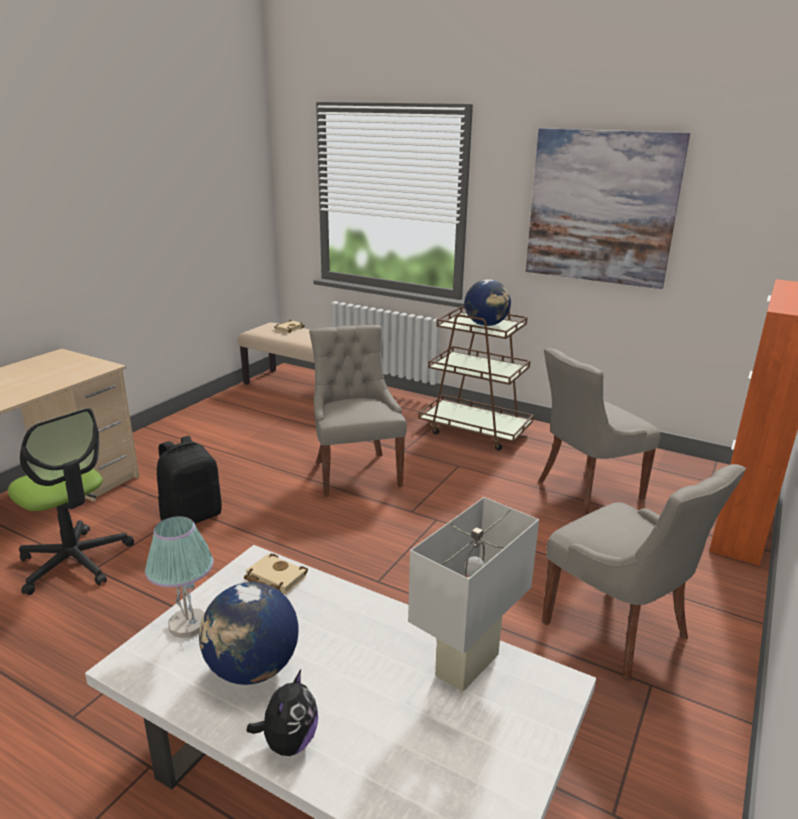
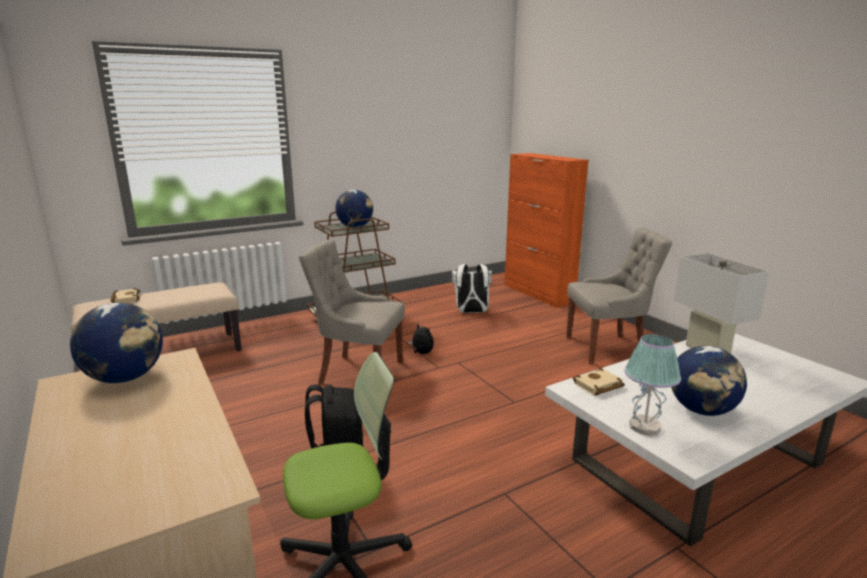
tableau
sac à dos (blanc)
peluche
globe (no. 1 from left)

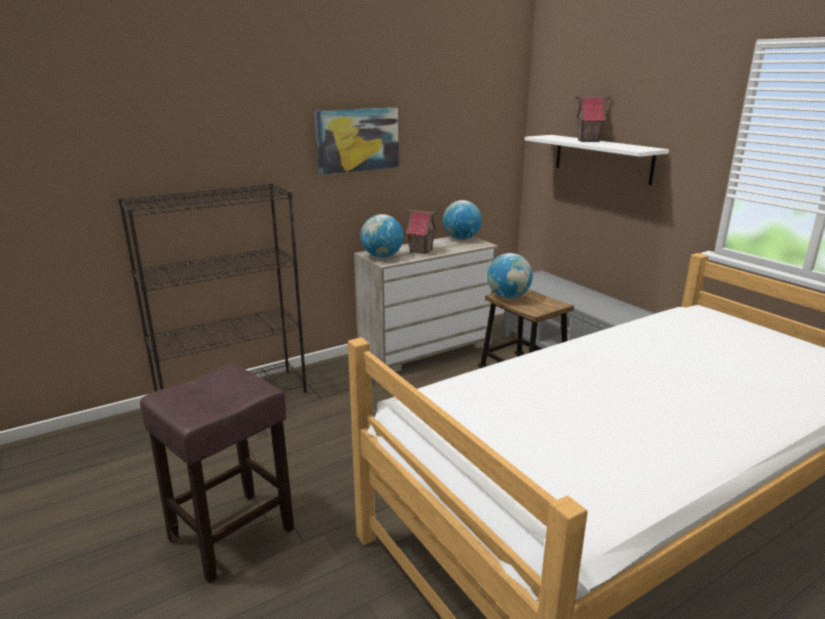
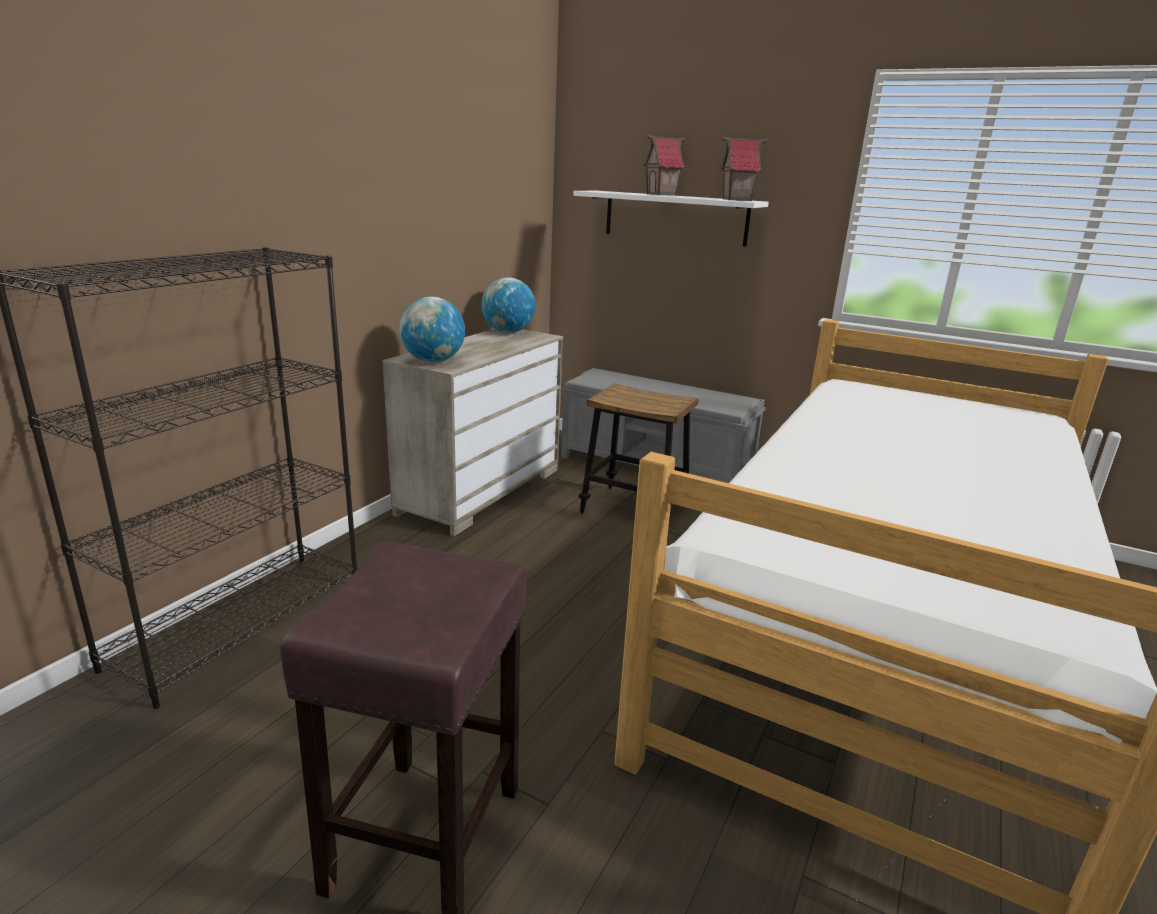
tableau
maison miniature (no. 2 from left)
globe (no. 3 from left in the first image)

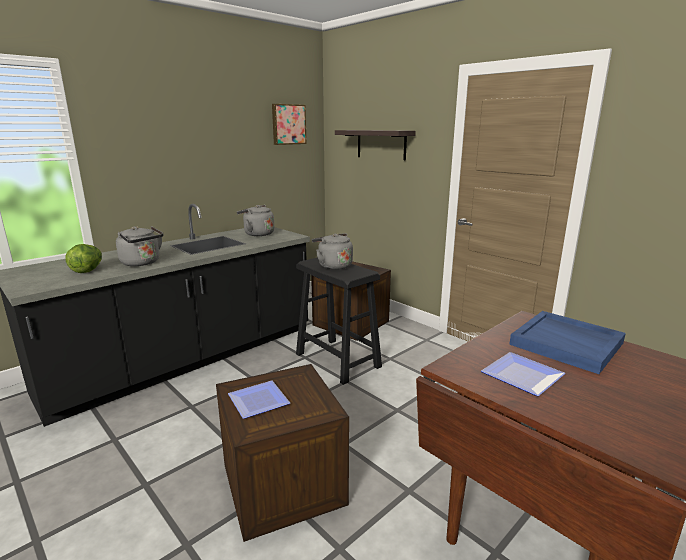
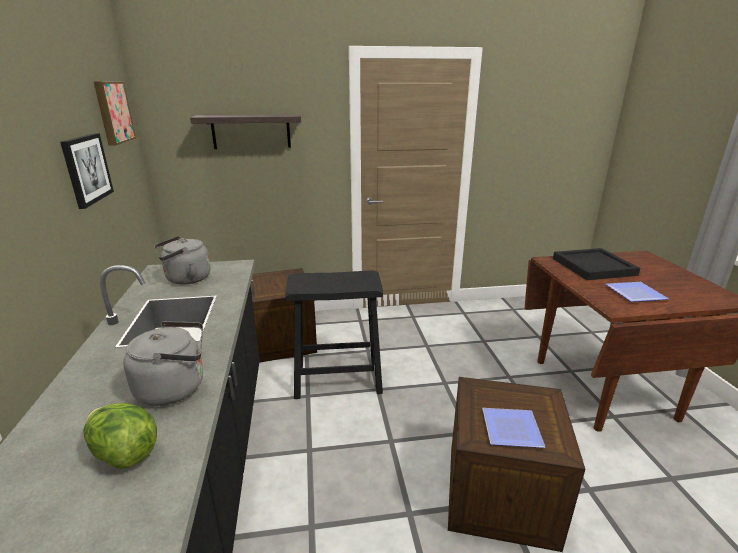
bouilloire (gris) (no. 3 from left in the first image)
plateau (noir)
tableau (no. 1 from left)

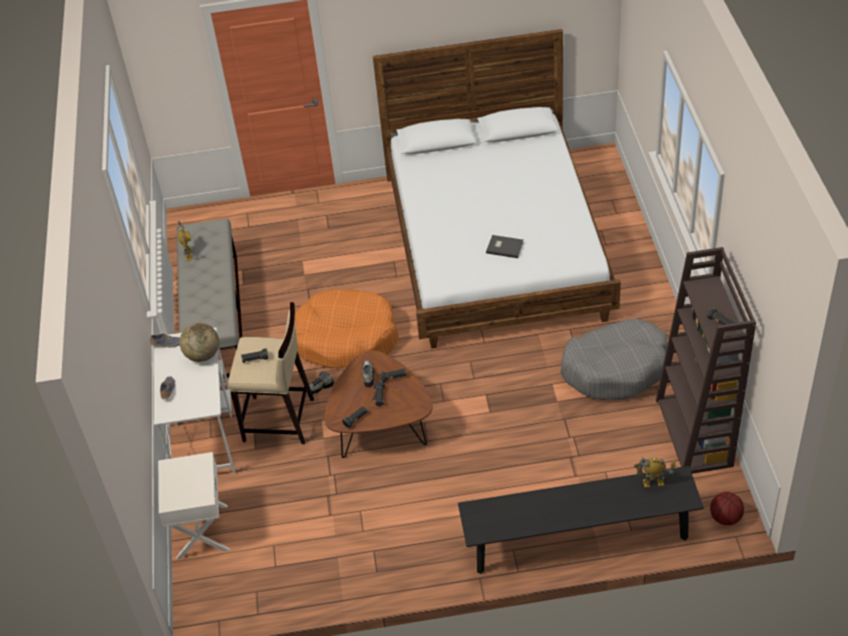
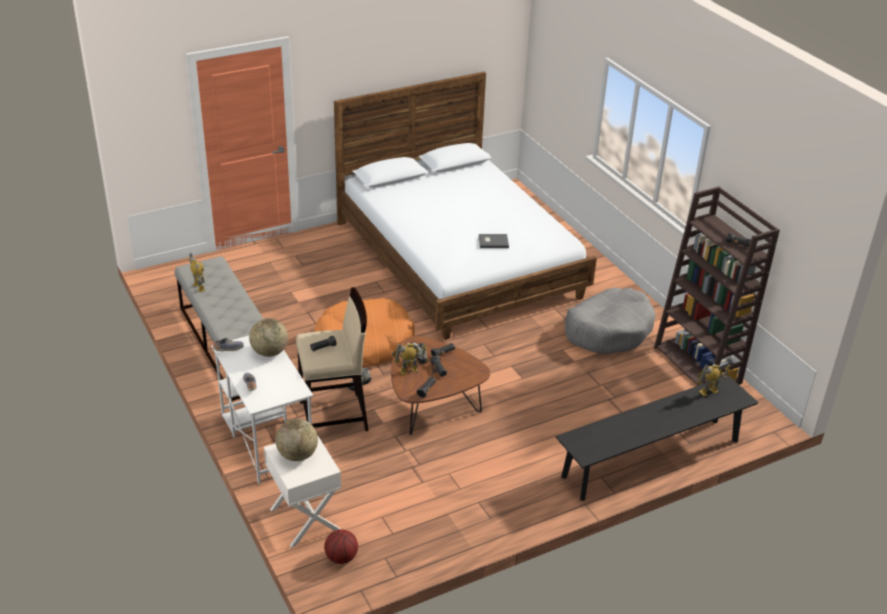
ballon de basket
robot jouet (no. 2 from left)
globe (no. 2 from left)

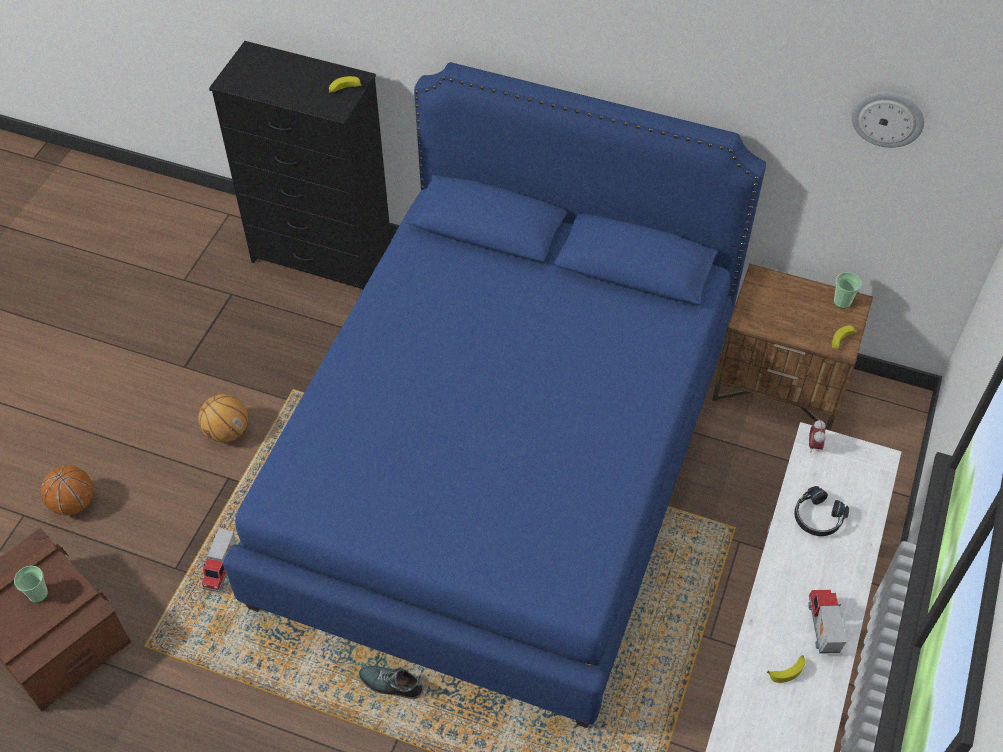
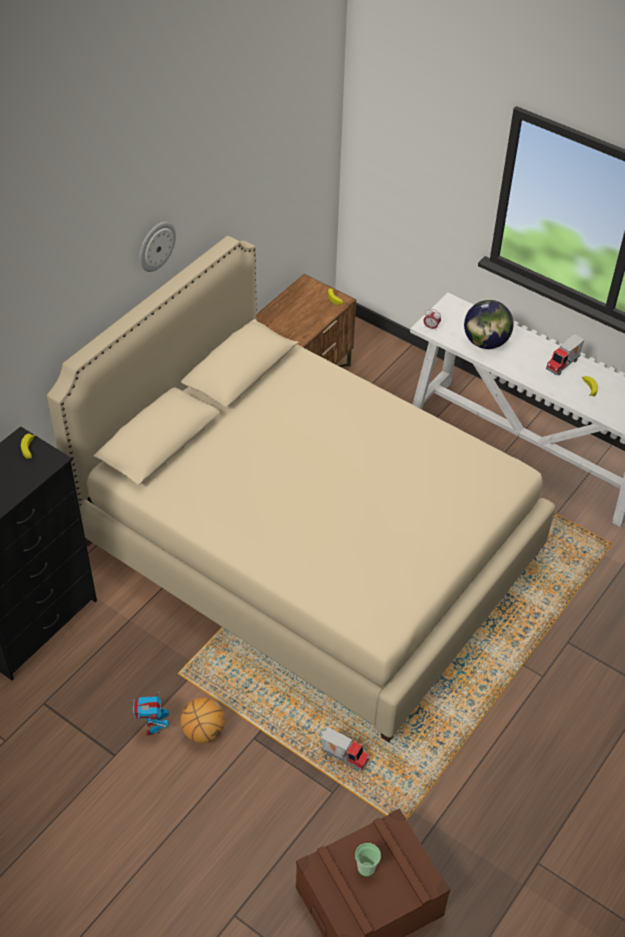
lit (beige)
horloge murale
tasse (no. 2 from left in the first image)
ballon de basket (no. 1 from left in the first image)
globe
camion jouet (no. 2 from left)
chaussure
robot jouet

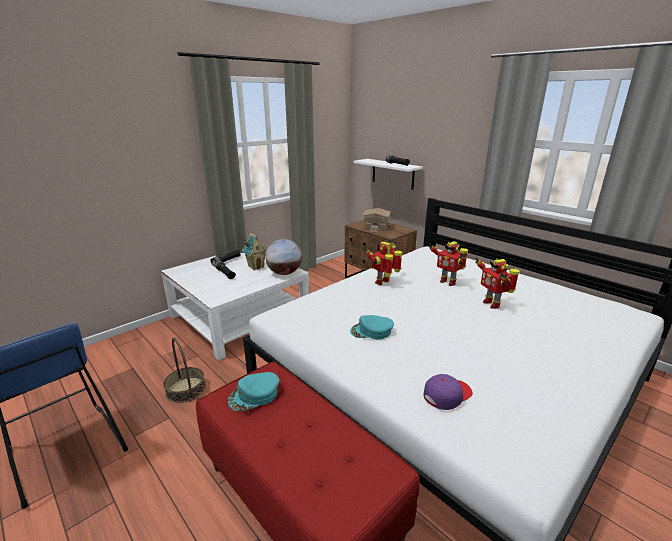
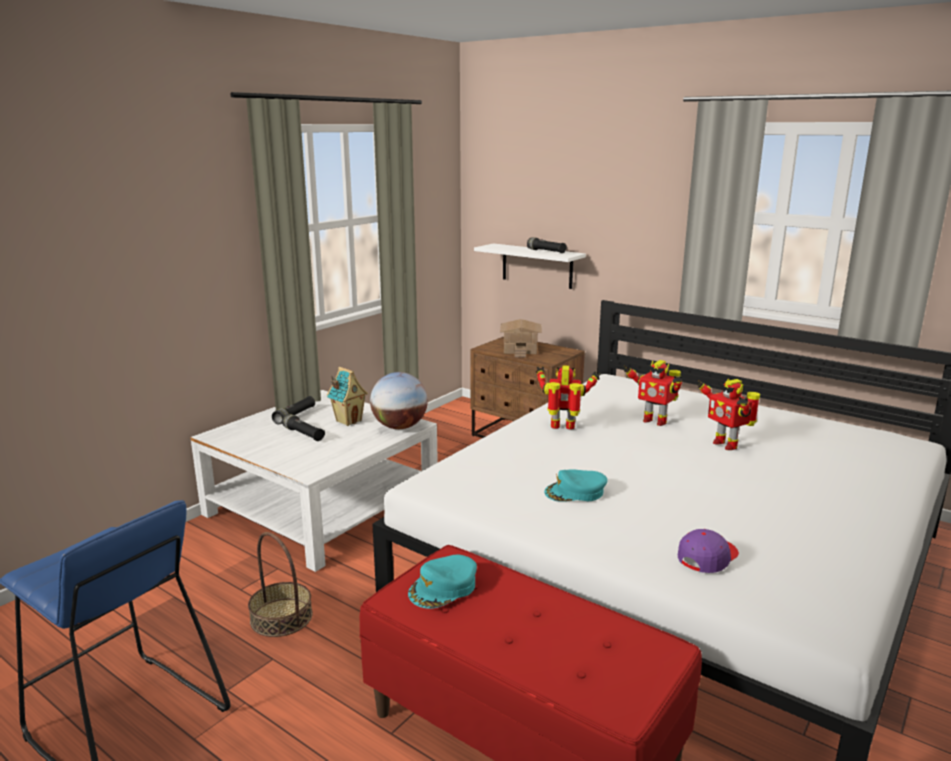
robot jouet (no. 1 from left)

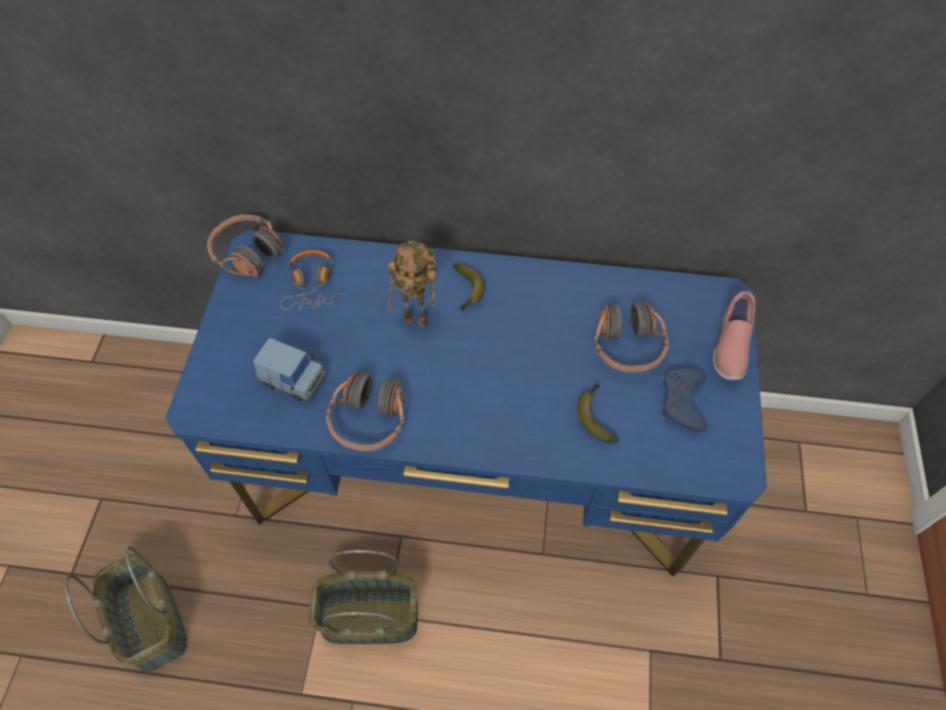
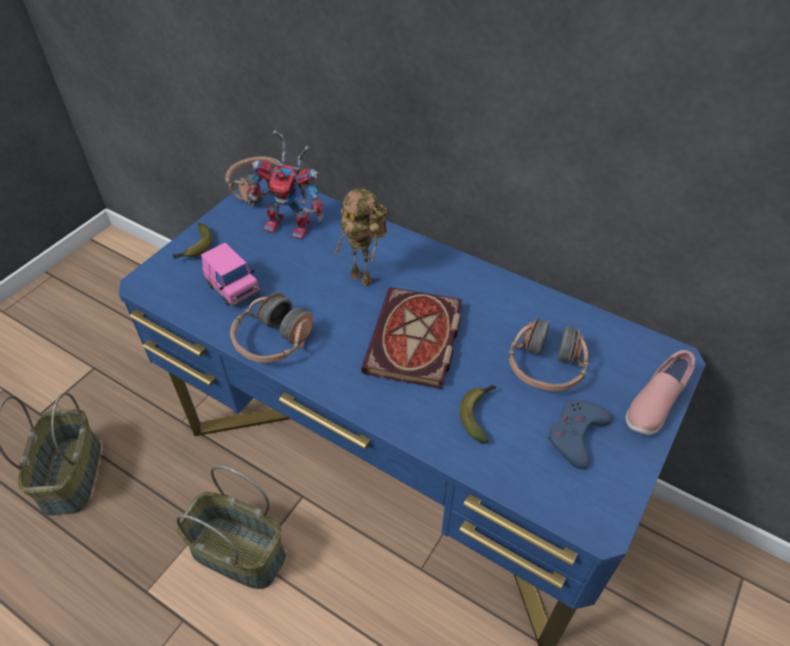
robot jouet (no. 1 from left)
banane (no. 1 from left)
petite voiture (rose)
livre

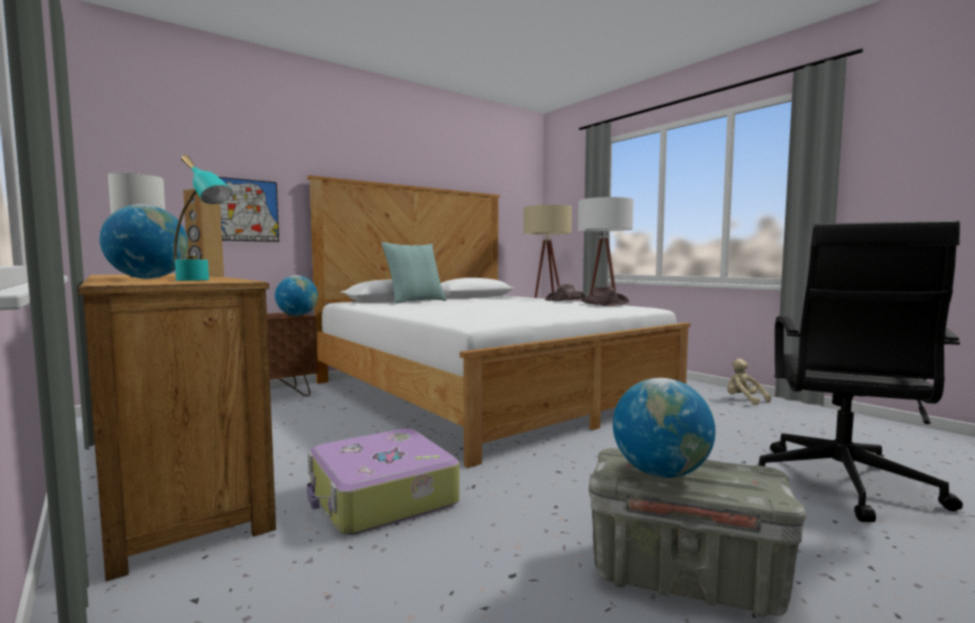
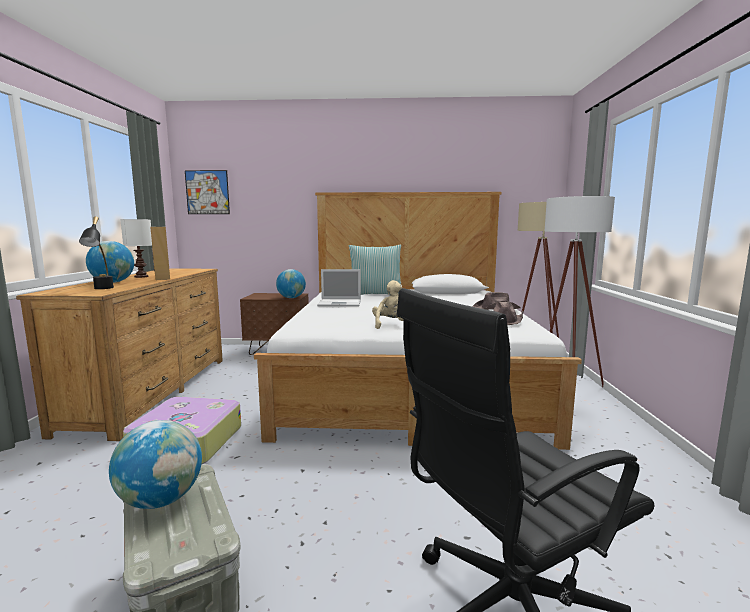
lampe de table (noir)
tableau
peluche (beige)
ordinateur portable

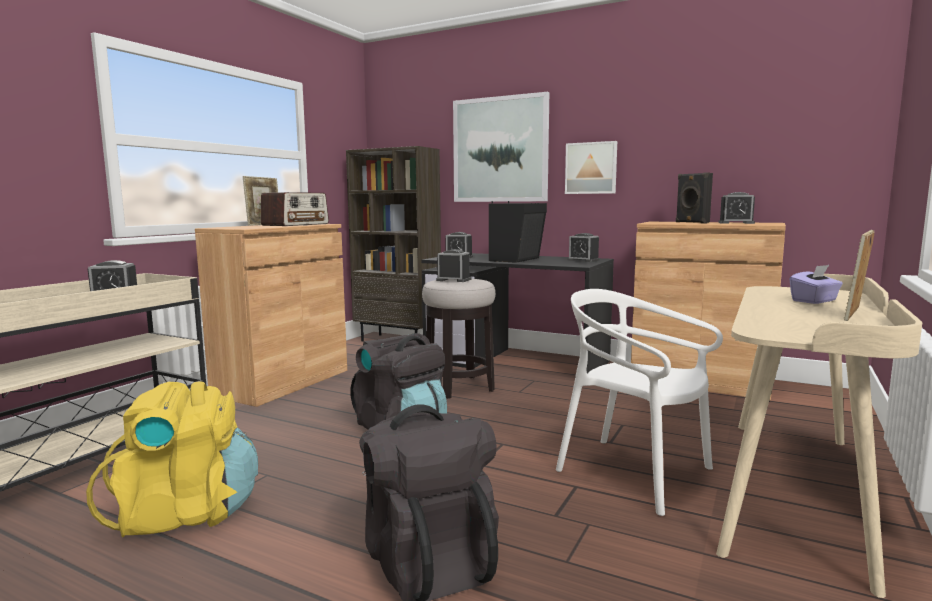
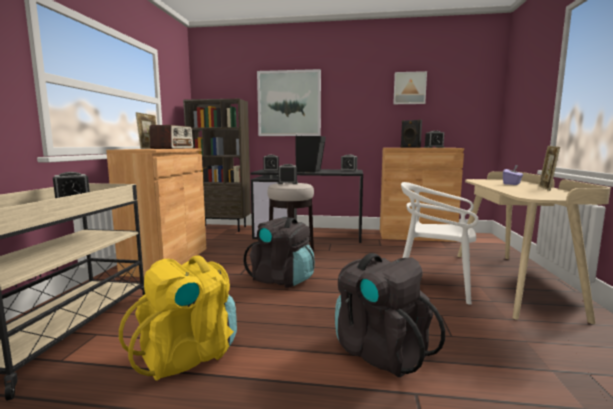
tableau (no. 2 from left)

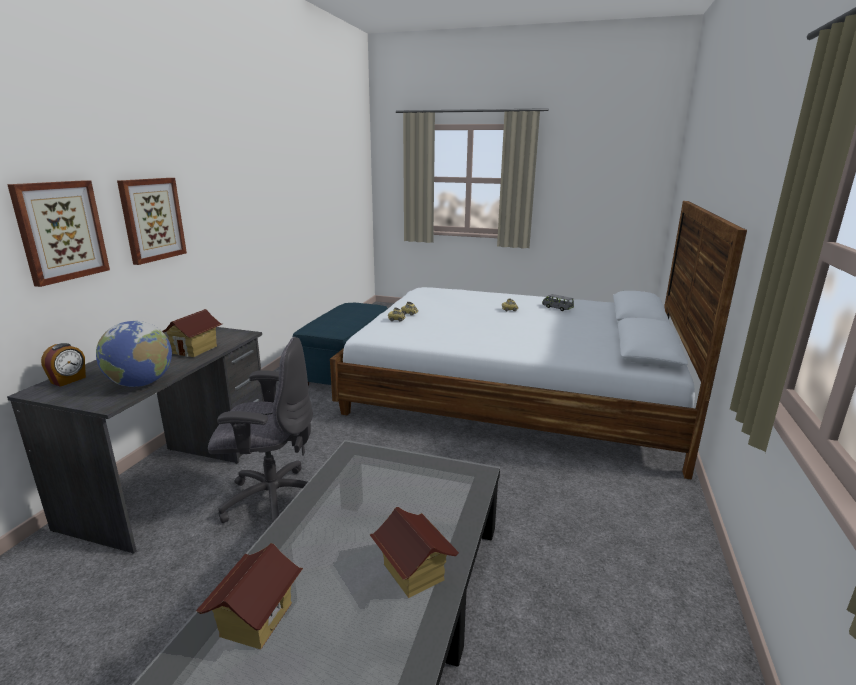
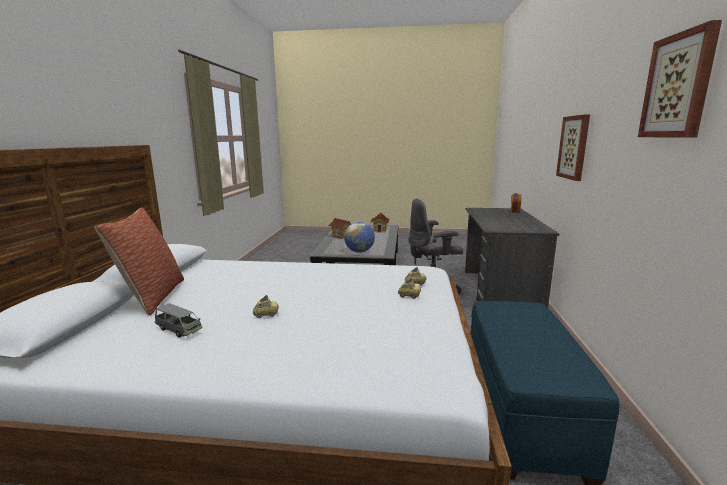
tableau (no. 2 from left)
maison miniature (no. 1 from left in the first image)
globe
coussin

